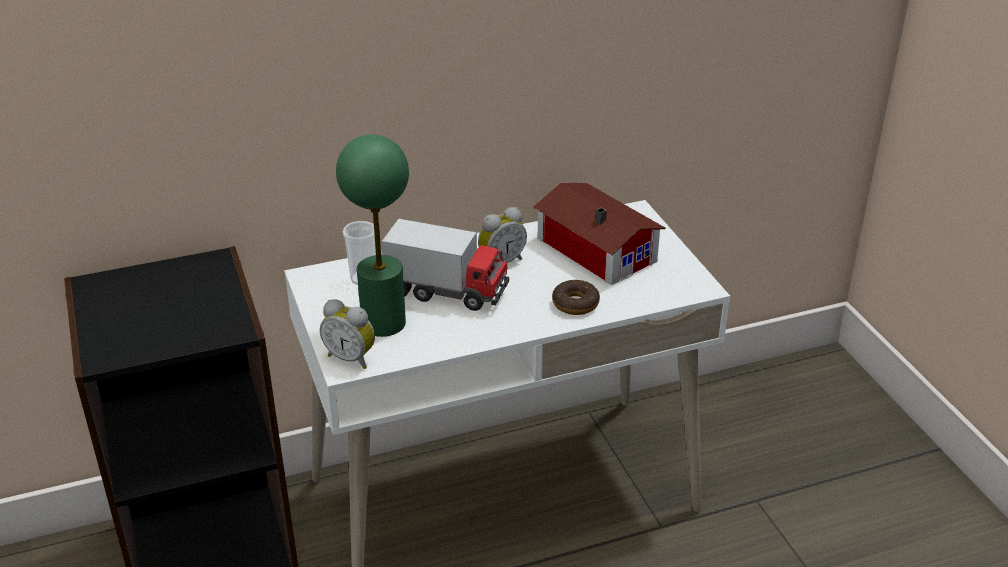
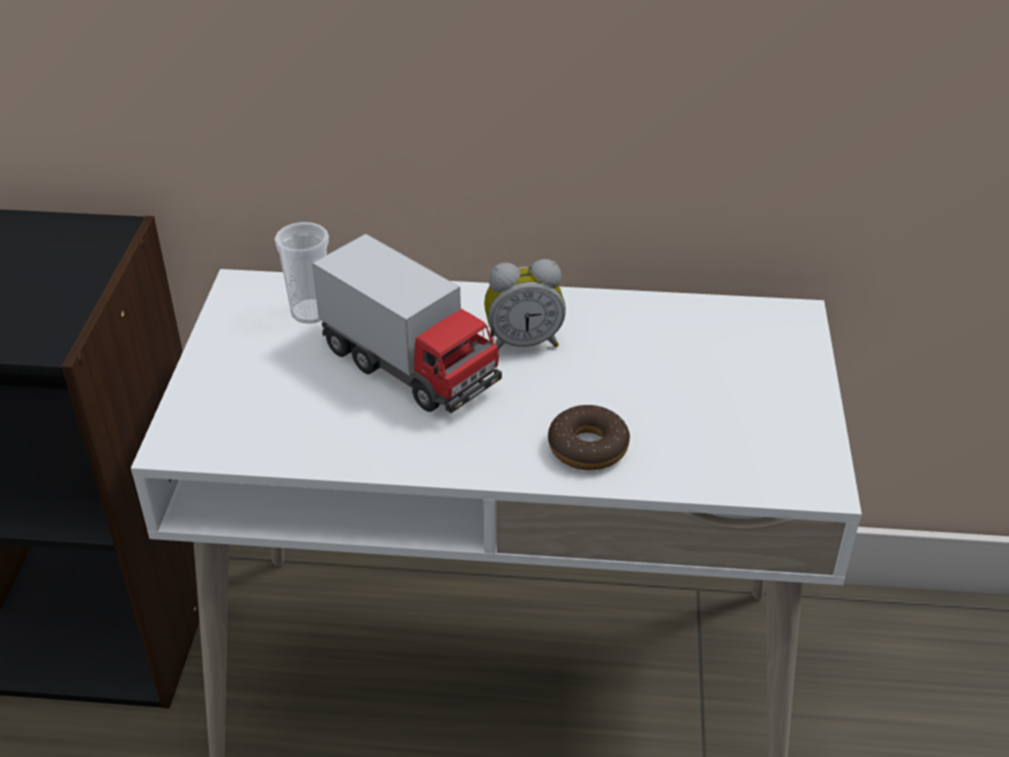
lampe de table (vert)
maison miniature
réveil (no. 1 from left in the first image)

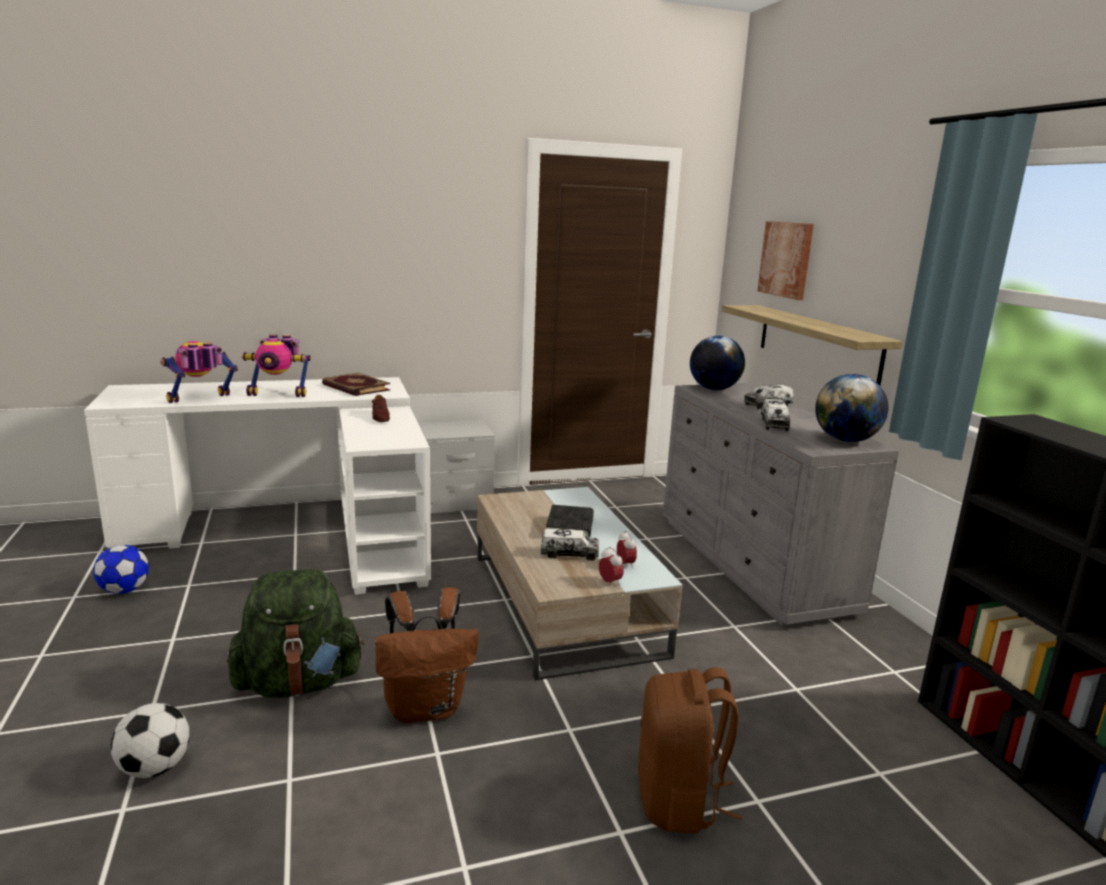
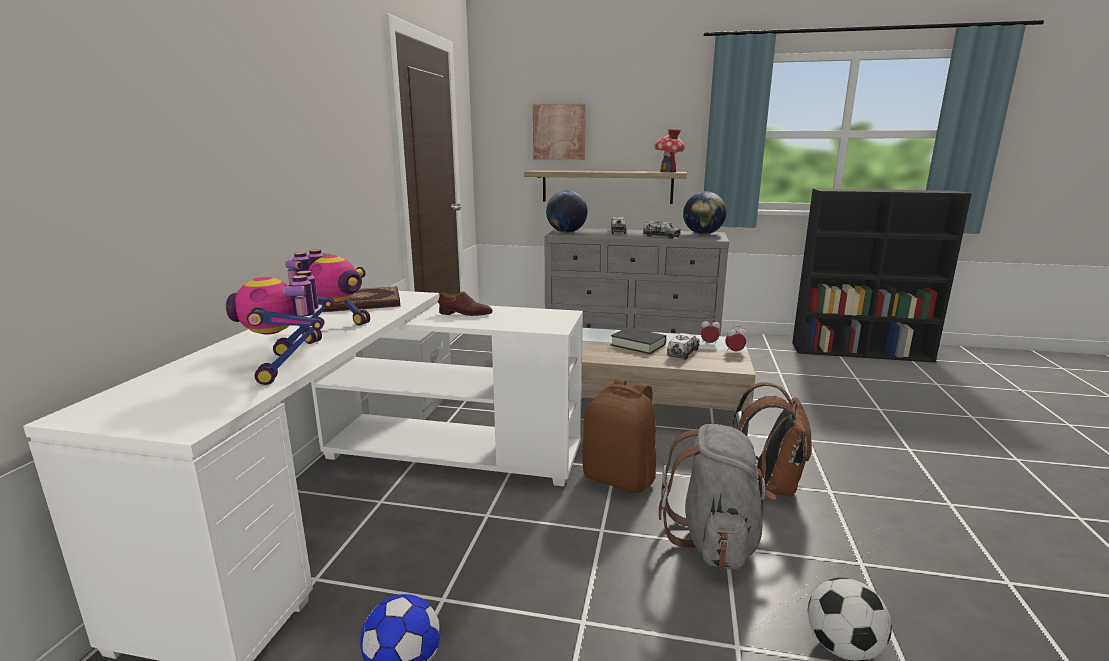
sac à dos (gris)
sac à dos (marron) (no. 1 from left)
maison miniature

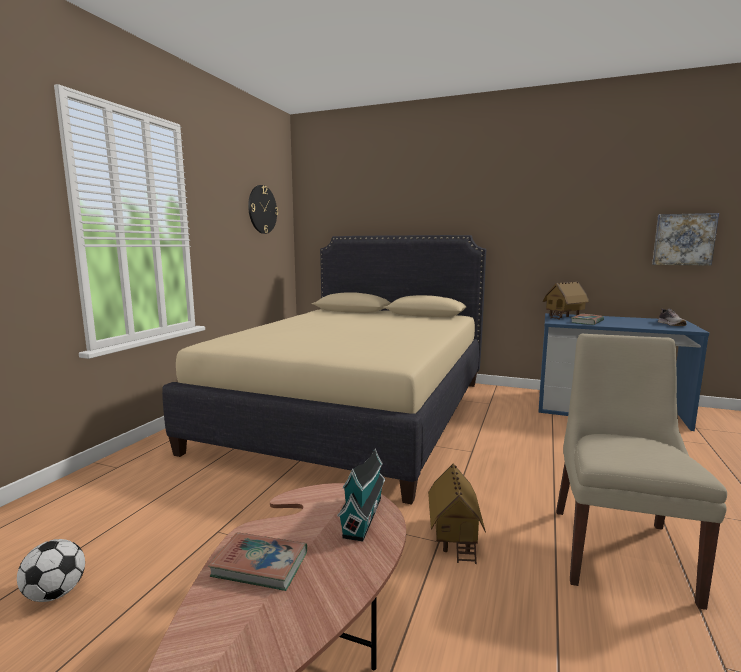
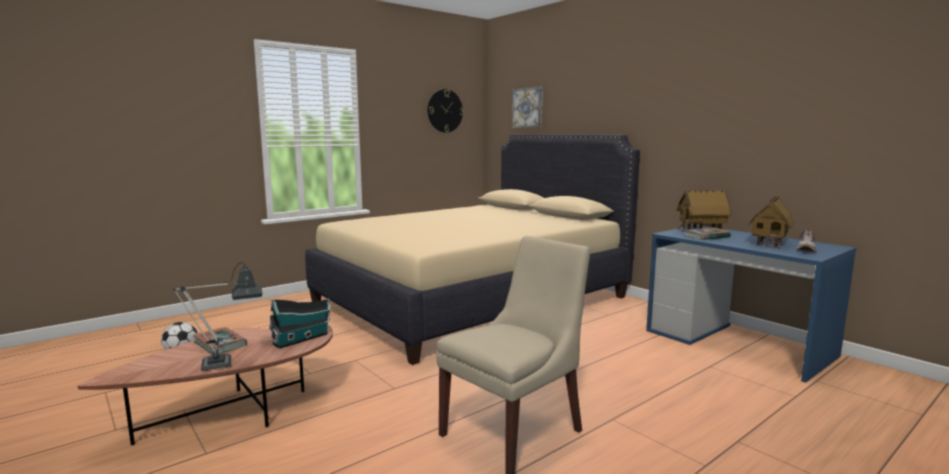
tableau
maison miniature (no. 3 from left)
lampe de table

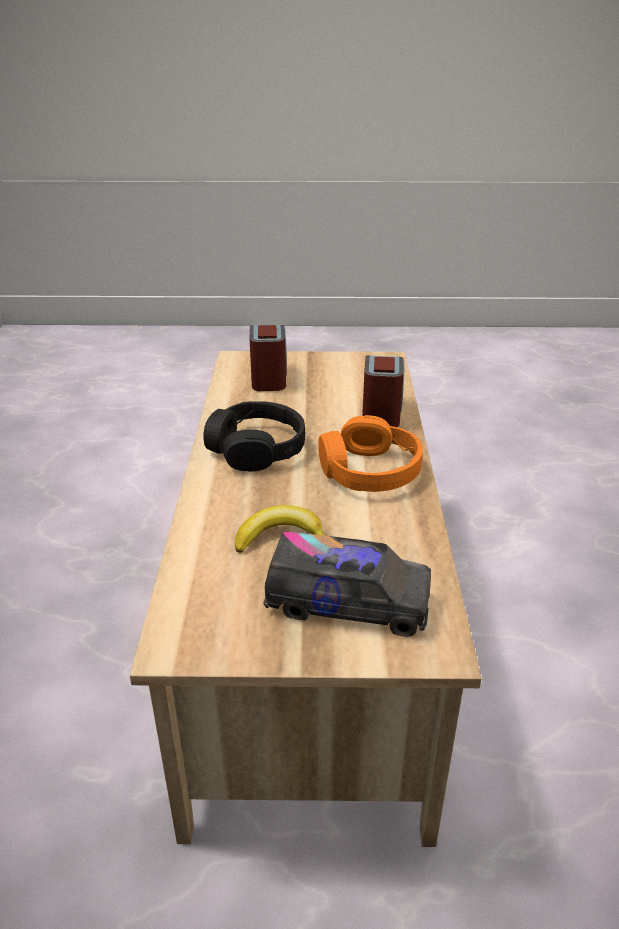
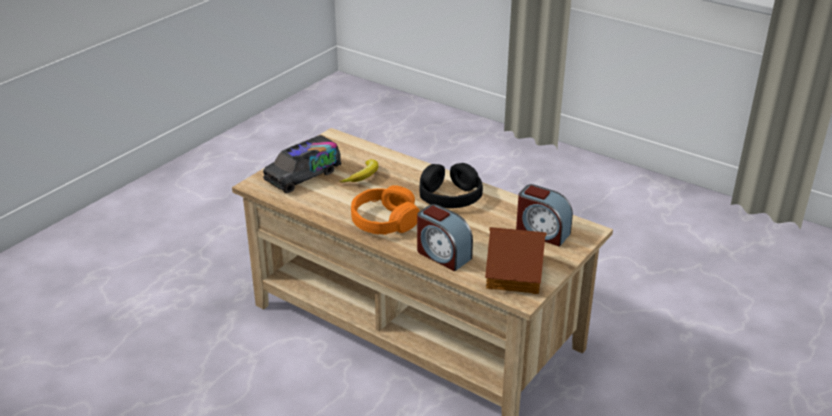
maison miniature

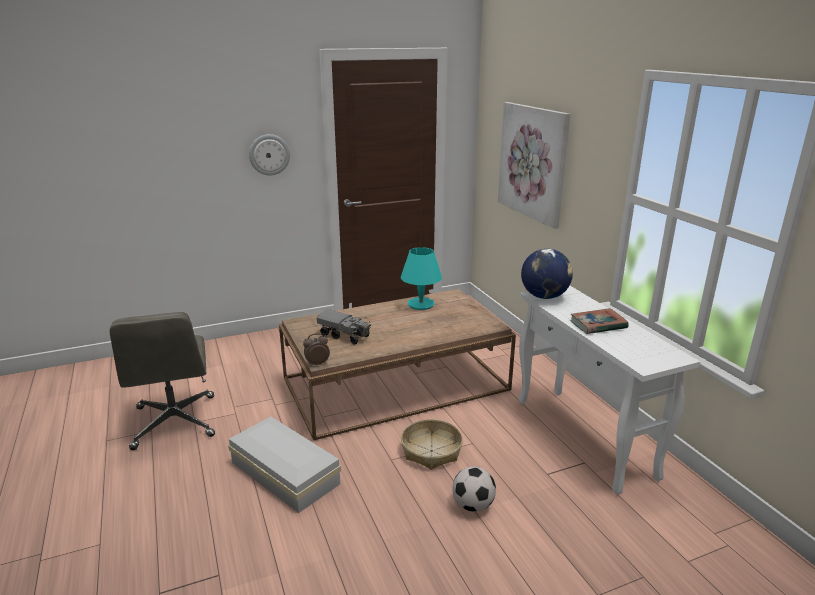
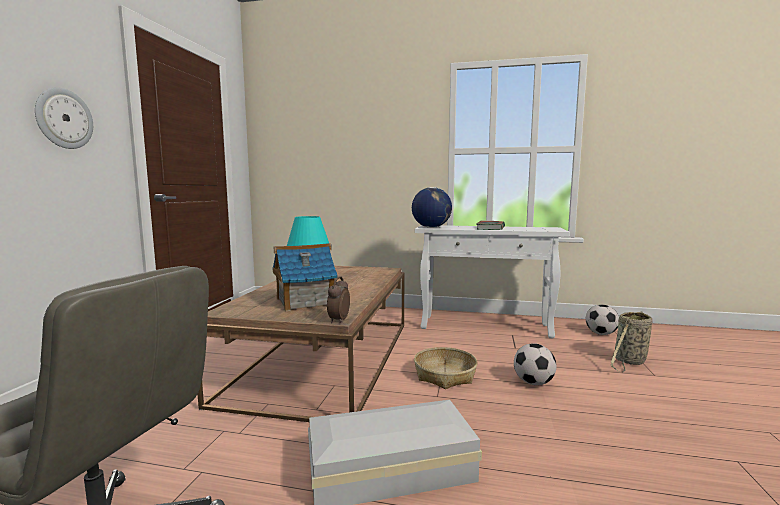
tableau
maison miniature
ballon de foot (no. 2 from left)
panier (no. 2 from left)

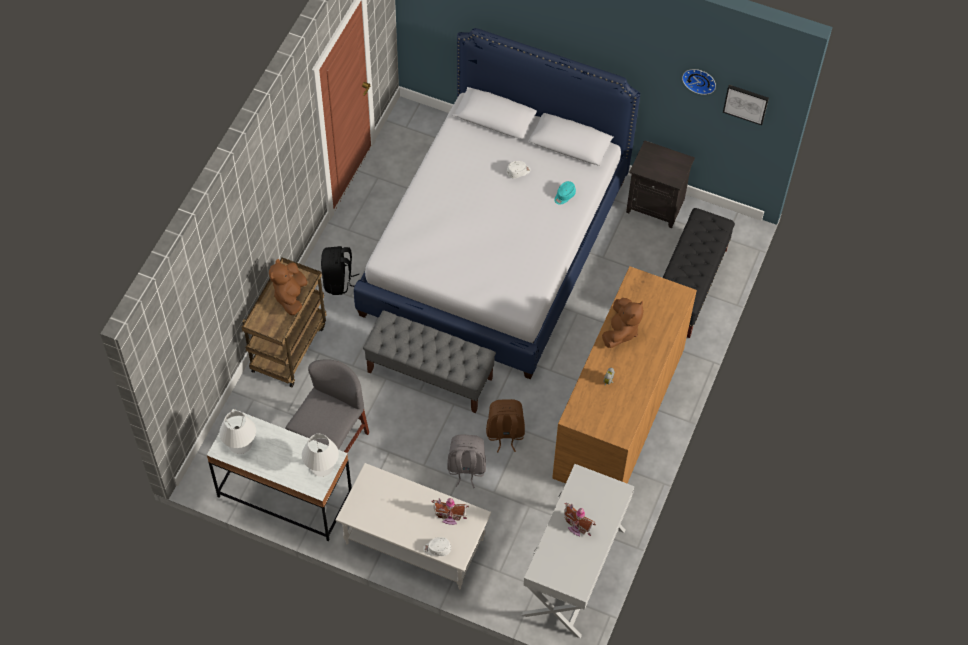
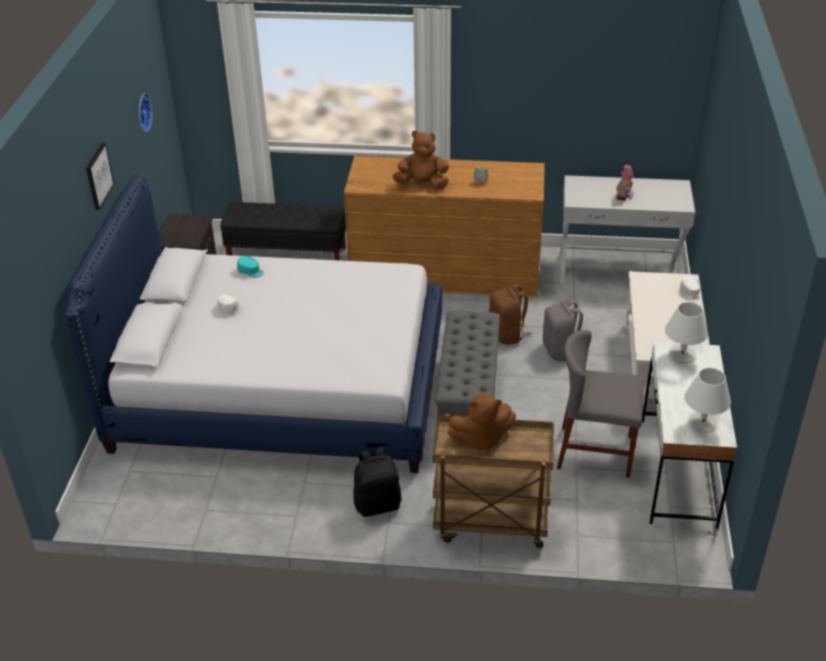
tableau
maison miniature (no. 1 from left in the first image)

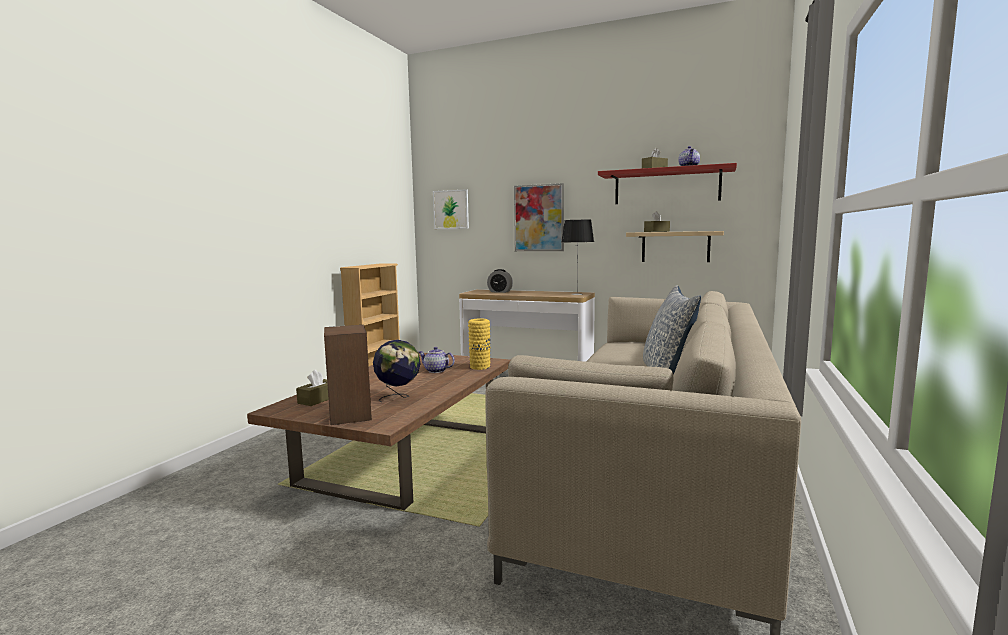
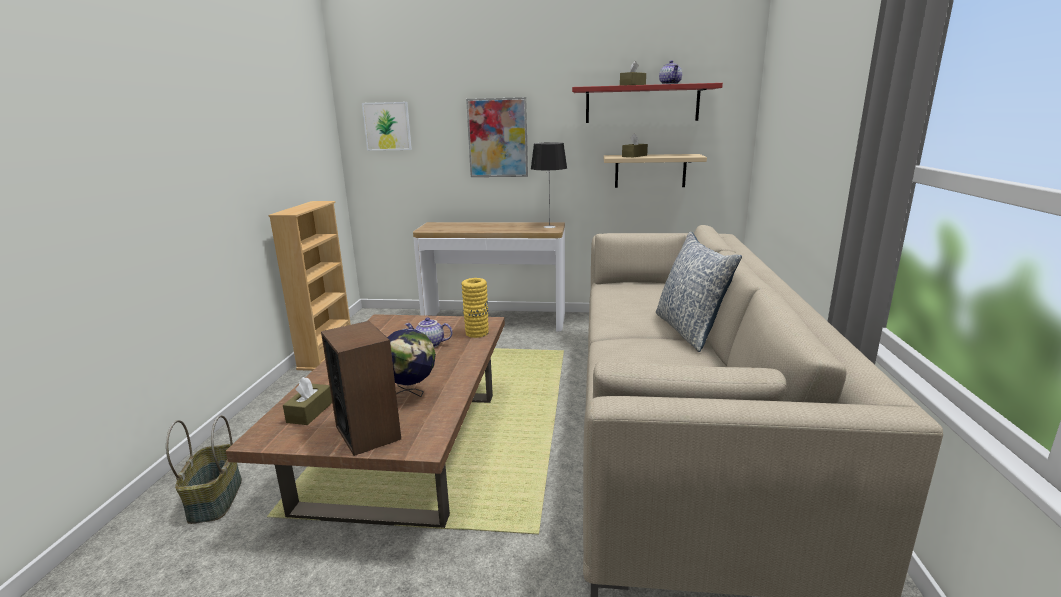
réveil
panier

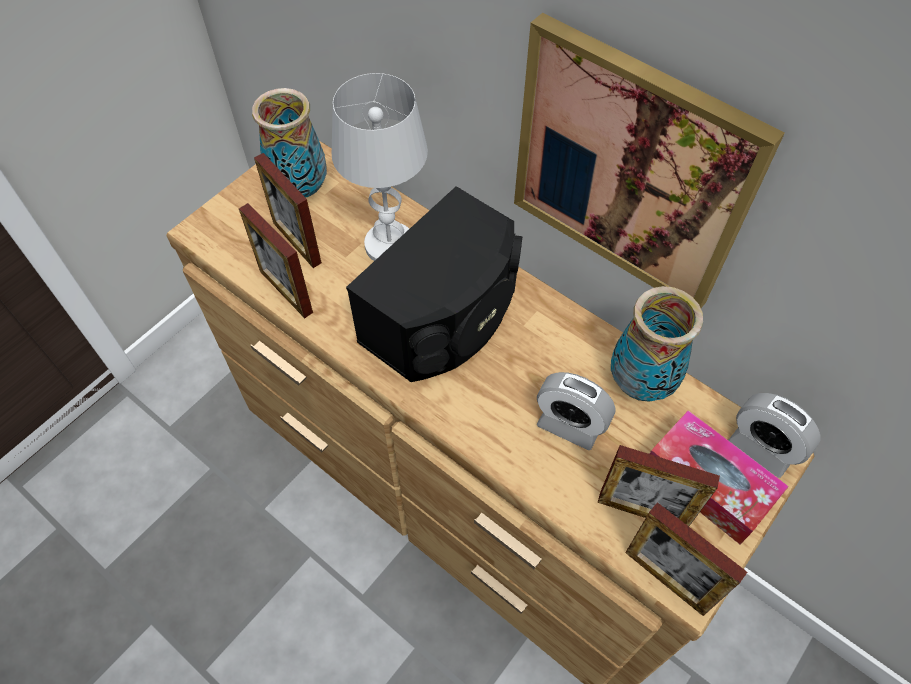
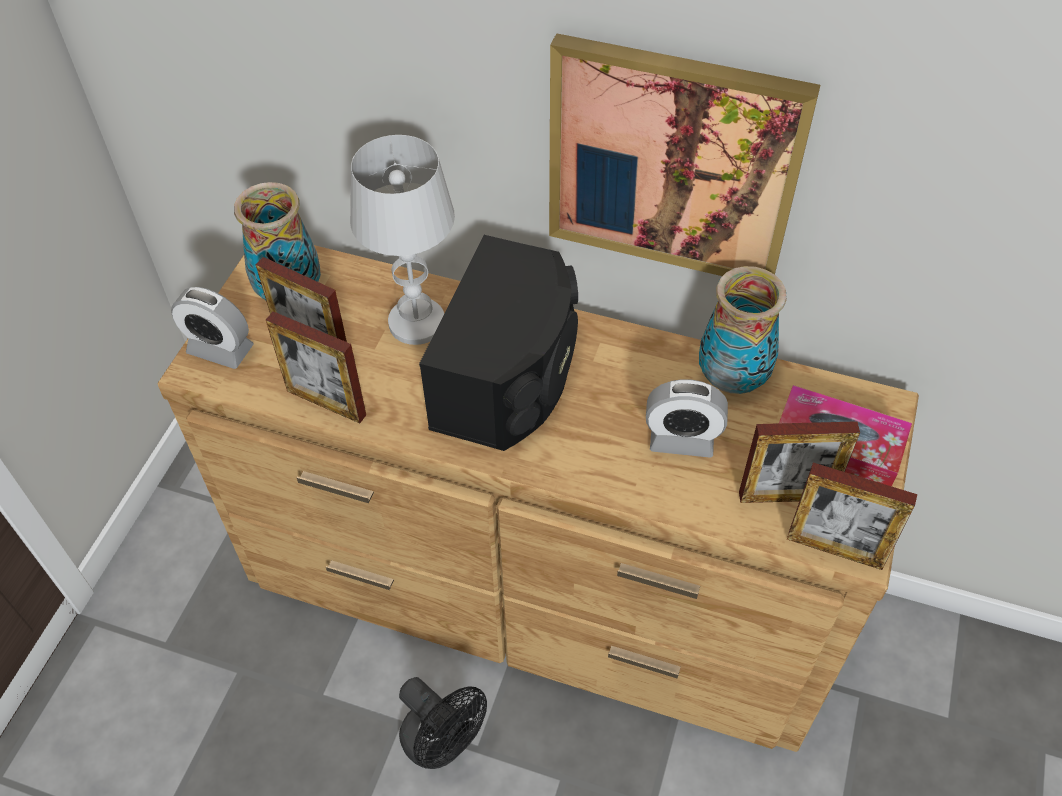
réveil (no. 1 from left)
ventilateur (noir)

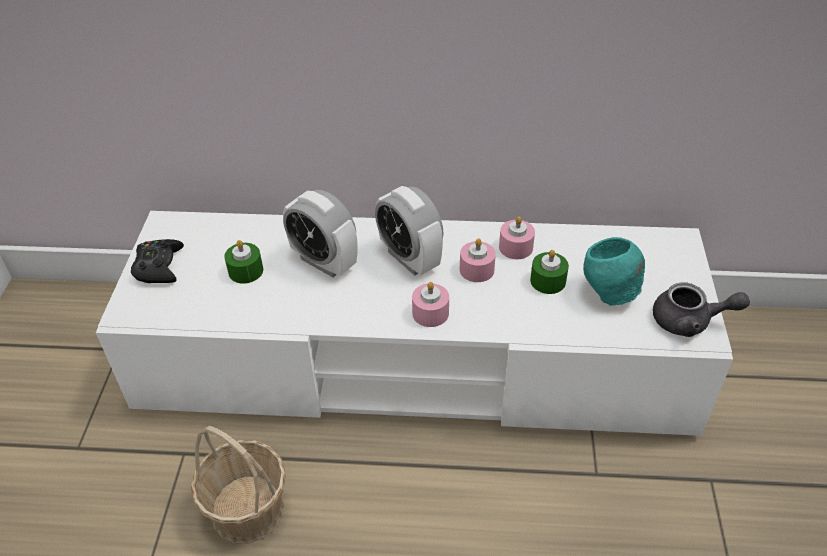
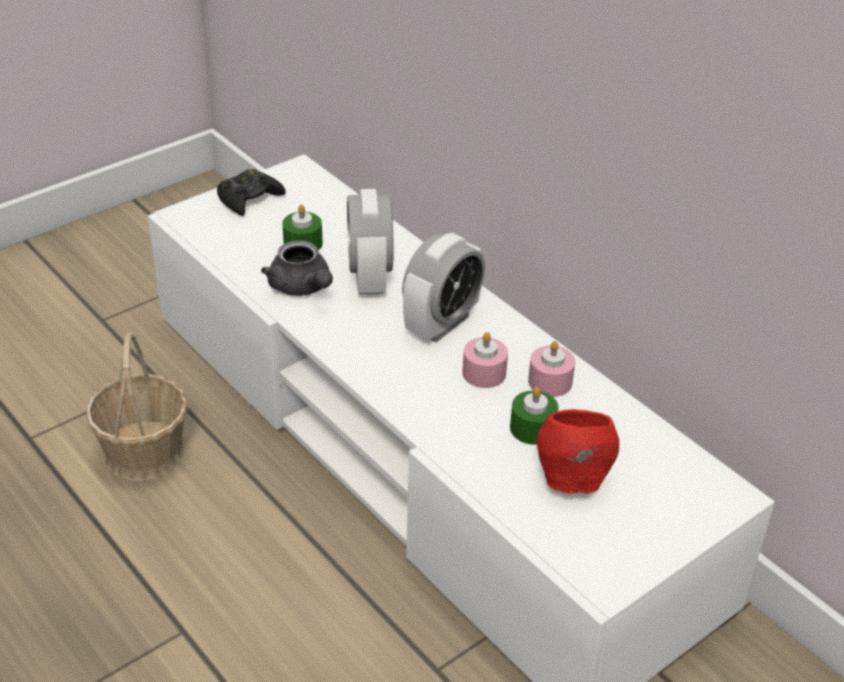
réveil (no. 2 from left)
bol (rouge)
bougie (rose) (no. 1 from left in the first image)
théière (gris)

